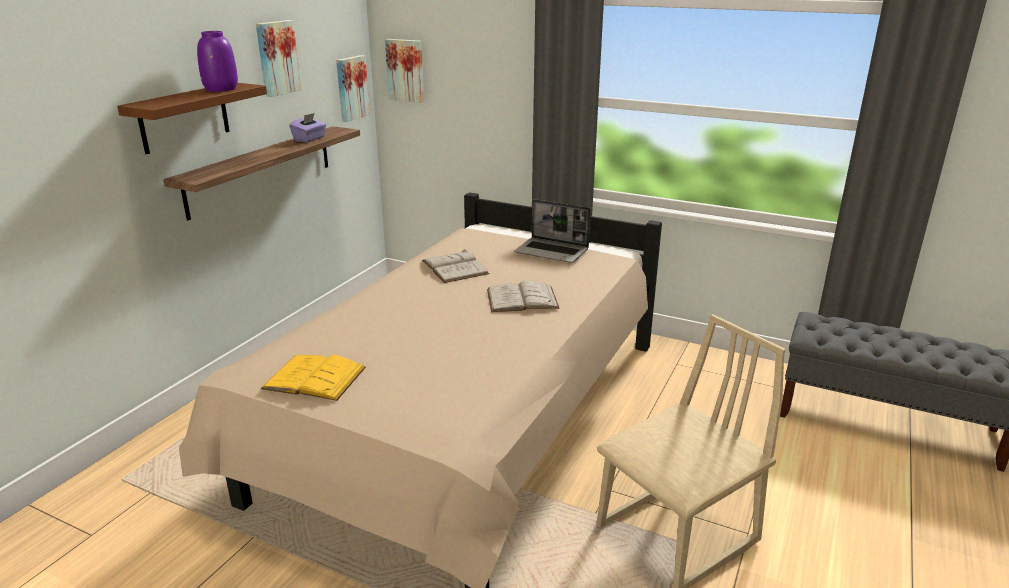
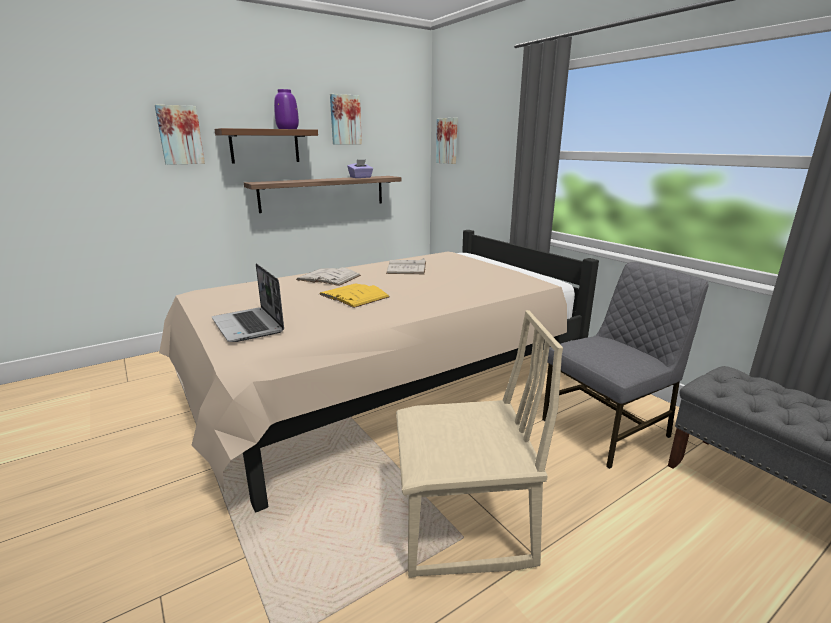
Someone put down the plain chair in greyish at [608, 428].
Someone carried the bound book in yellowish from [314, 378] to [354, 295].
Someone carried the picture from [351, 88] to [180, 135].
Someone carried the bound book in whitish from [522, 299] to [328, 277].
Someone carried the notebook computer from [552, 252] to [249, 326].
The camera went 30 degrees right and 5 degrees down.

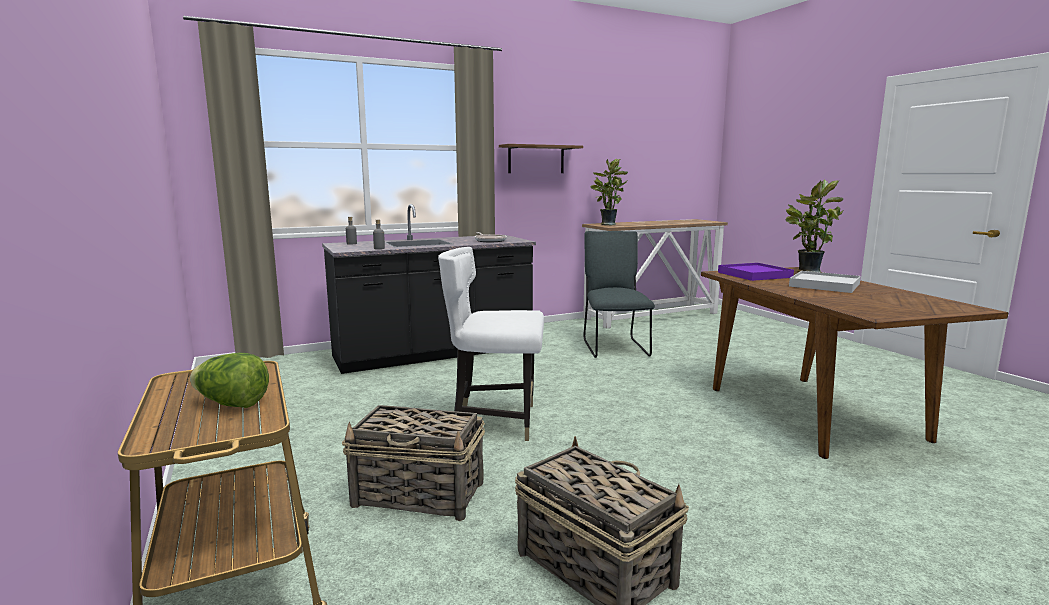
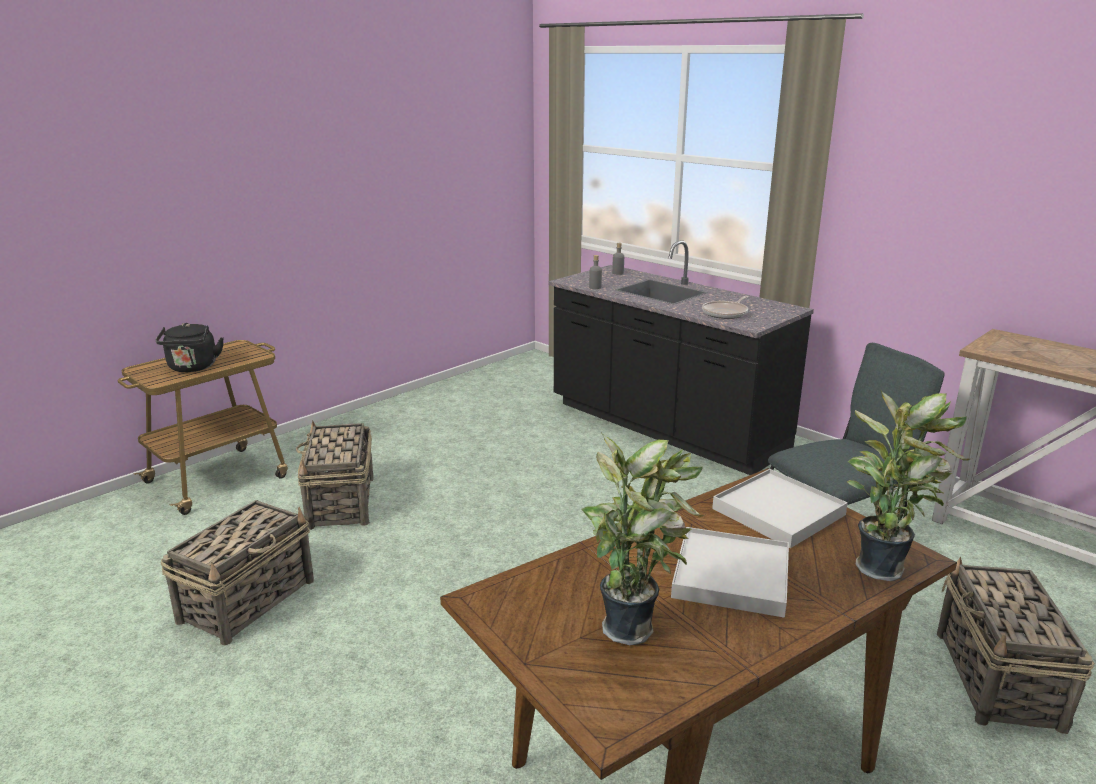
Someone took away the plain chair in whitish at [495, 421].
Someone took away the wall shelf in brown-coloured at [536, 159].
Someone put down the household basket at [998, 680].
Someone carried the plant in a pot from [607, 224] to [633, 627].
Someone swapped the lettuce at [231, 404] for the water kettle in black-coloured at [192, 368].
Someone repainted the carrying tray in purplish at [754, 275], which became the carrying tray in whitish at [778, 512].
The camera went 70 degrees right and 10 degrees up.

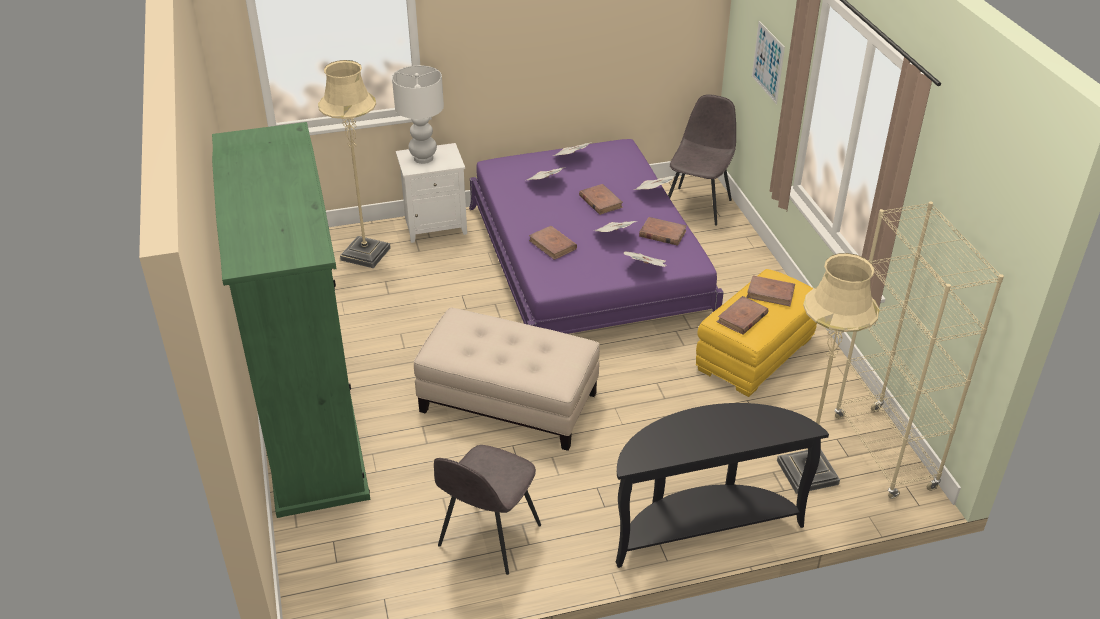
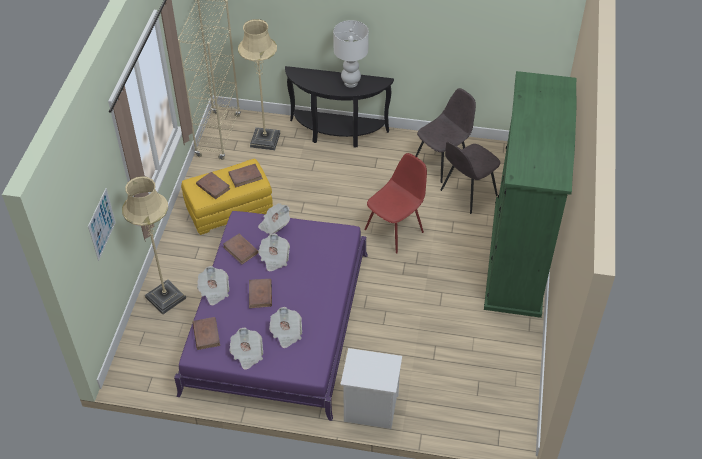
Someone carried the floor lamp in beige from [365, 254] to [165, 298].
Someone carried the lamp for a table in whitish from [423, 158] to [351, 82].
Someone carried the bound book in brown-coloured from [553, 245] to [206, 334].
Someone carried the plain chair in greyish from [698, 205] to [467, 193].
Someone swapped the pouffe in beige at [508, 403] for the plain chair in red-coloured at [395, 230].
The camera went 155 degrees left and 10 degrees up.

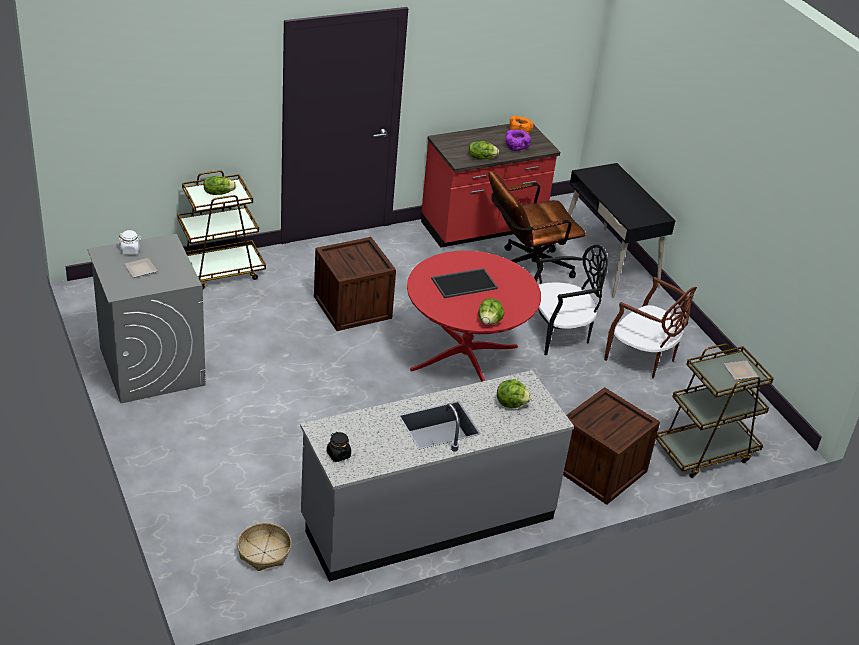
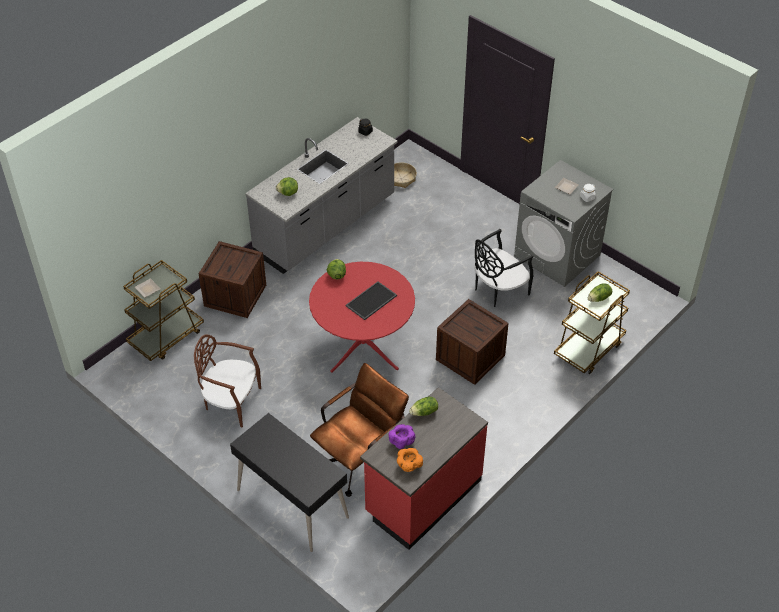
Someone carried the plain chair in black-coloured from [560, 333] to [498, 290].
The camera went 160 degrees right and 10 degrees up.

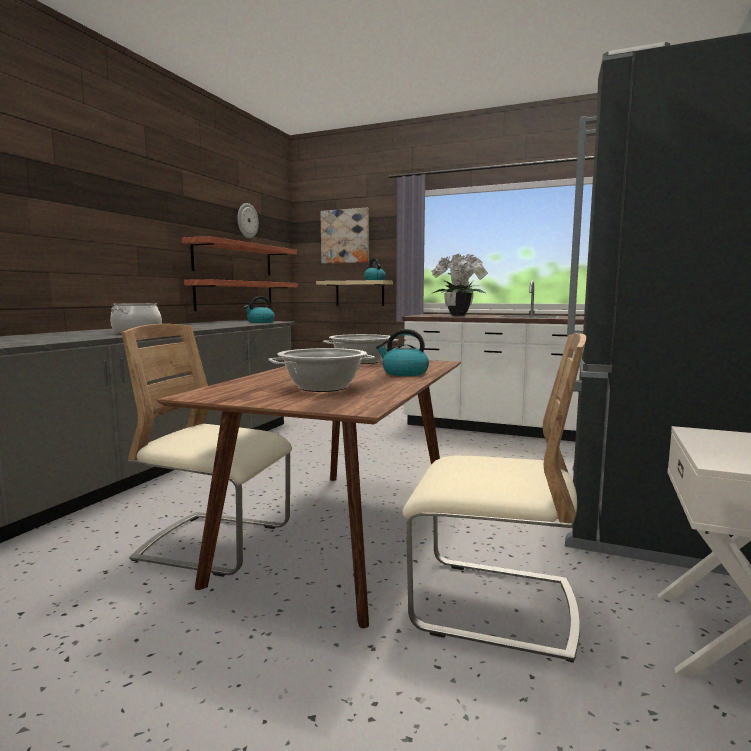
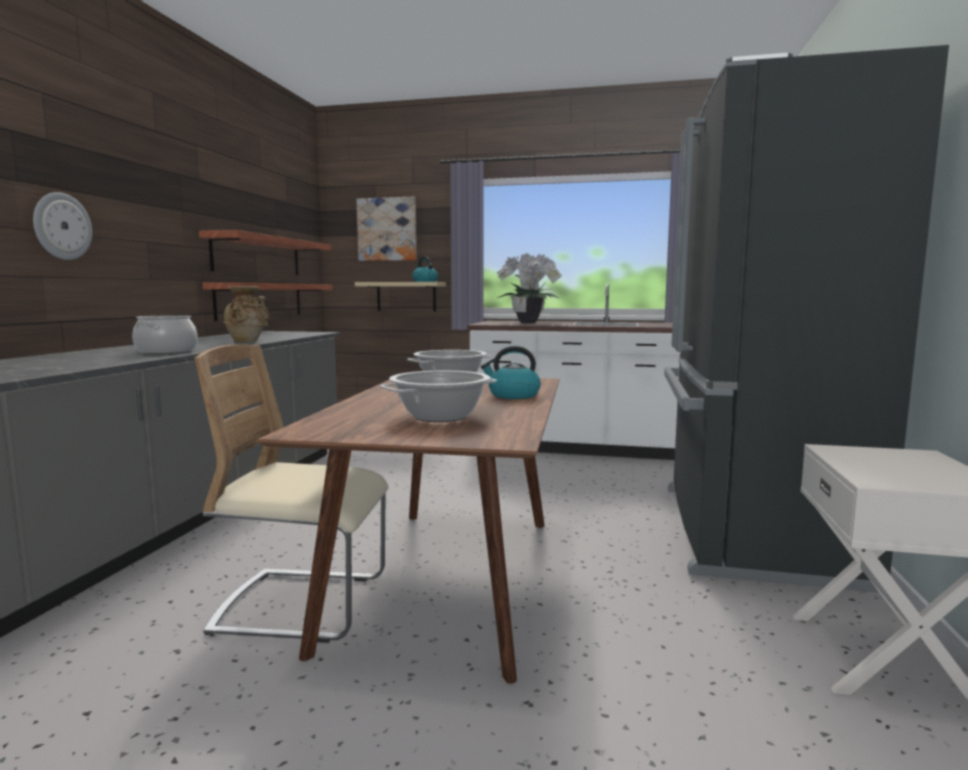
Someone took away the water kettle at [260, 322].
Someone took away the plain chair in beige at [493, 605].
Someone put down the flower vase in beige at [247, 341].
Someone carried the clock on the wall from [247, 220] to [61, 226].
The camera went 10 degrees left and 0 degrees up.

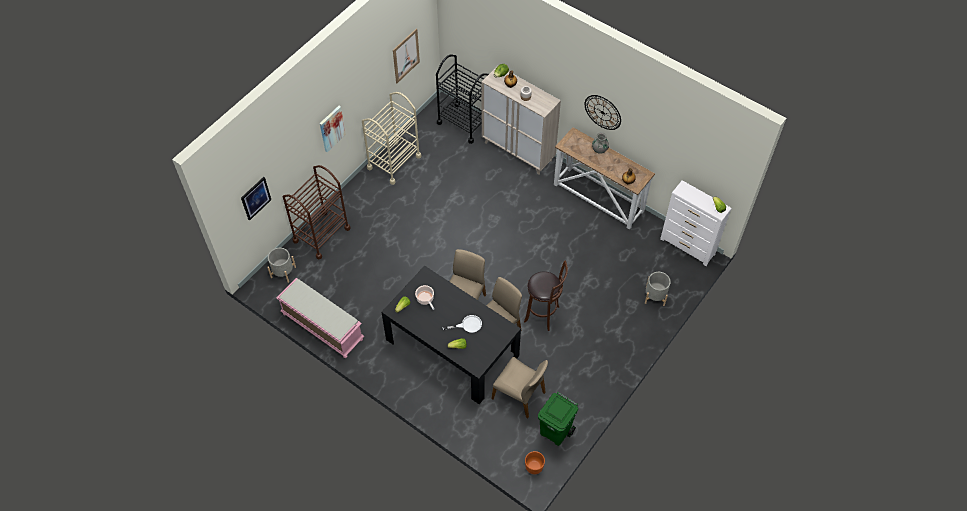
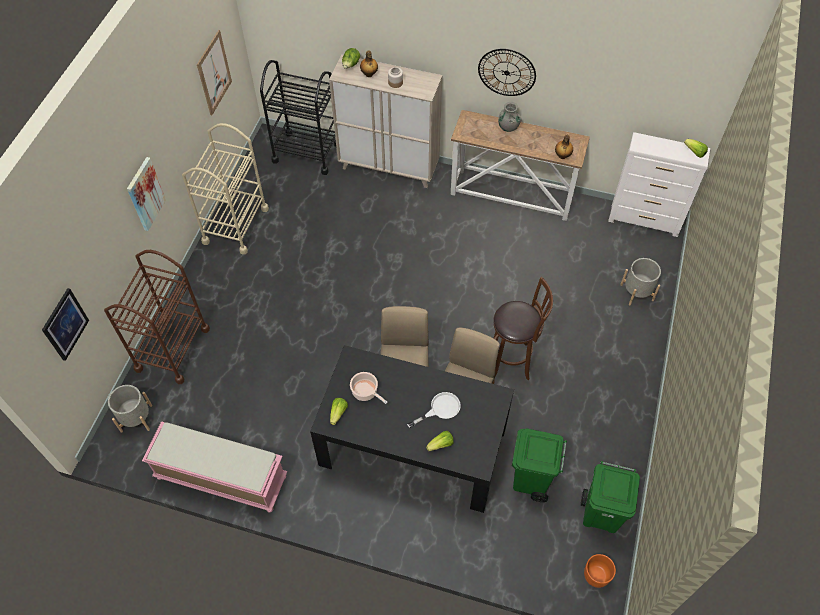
Someone swapped the plain chair in beige at [519, 395] for the rubbish bin in green at [531, 480].
The camera went 20 degrees left and 0 degrees up.

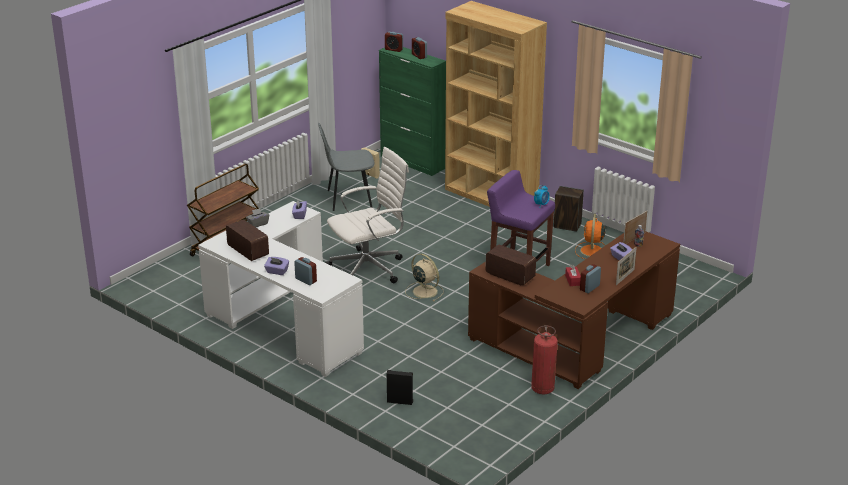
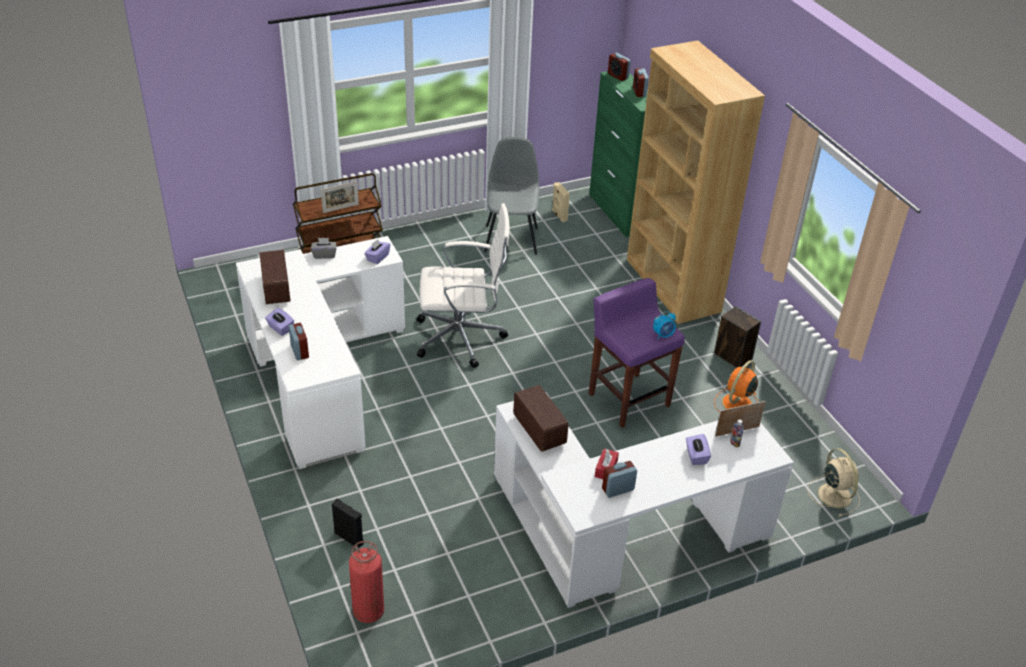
Someone carried the electric fan in beige from [424, 291] to [833, 494].
Someone carried the fire extinguisher from [542, 389] to [368, 611].
Someone carried the photo frame from [625, 277] to [340, 208].
Someone repainted the desk in brown-coloured at [579, 342], which became the desk in whitish at [622, 535].
Someone rotated the plain chair in greyish at [348, 199] by 75 degrees clockwise.
The camera went 25 degrees right and 10 degrees up.

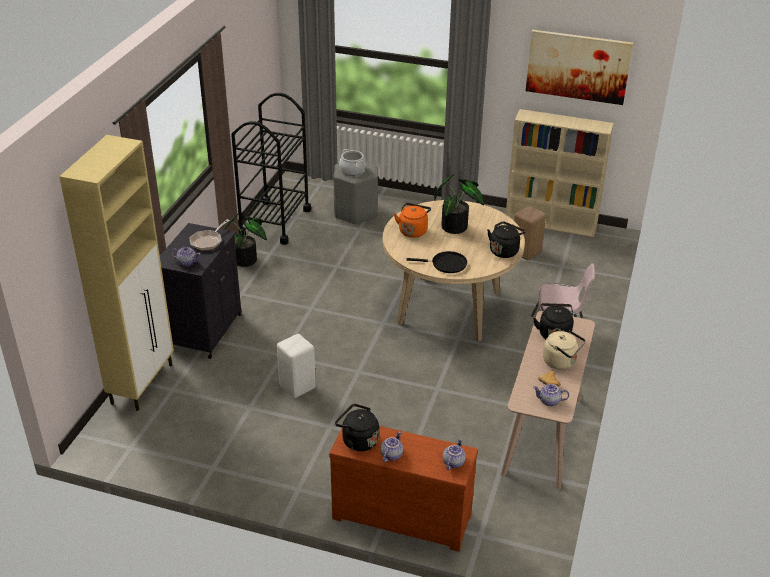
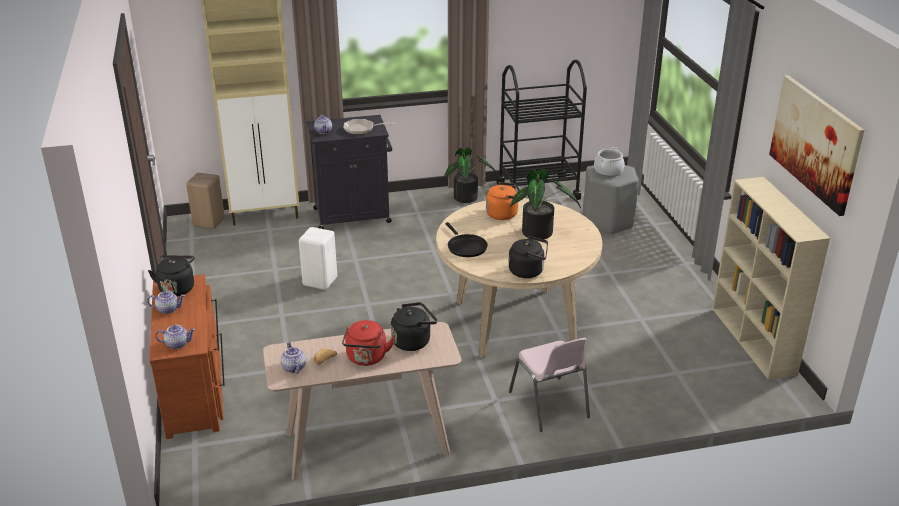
Someone carried the stool seat in beige from [527, 252] to [209, 223].
Someone repainted the water kettle in beige at [561, 362], which became the water kettle in red-coloured at [366, 358].
The camera went 60 degrees right and 5 degrees down.

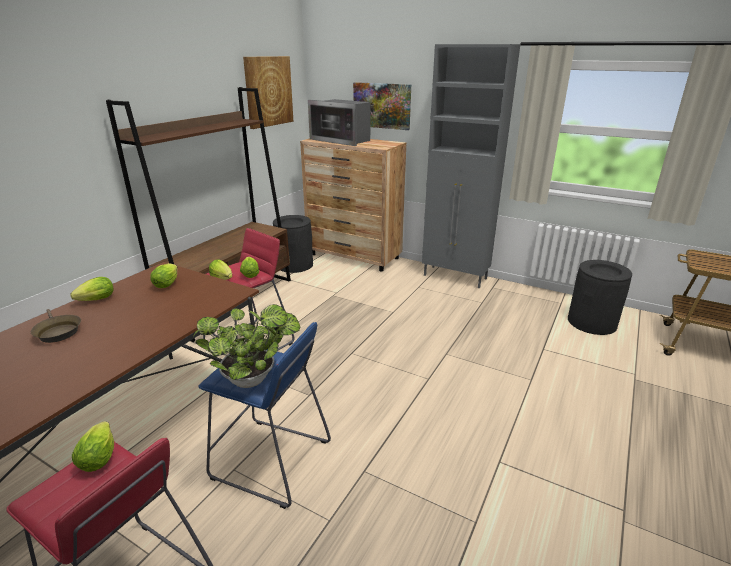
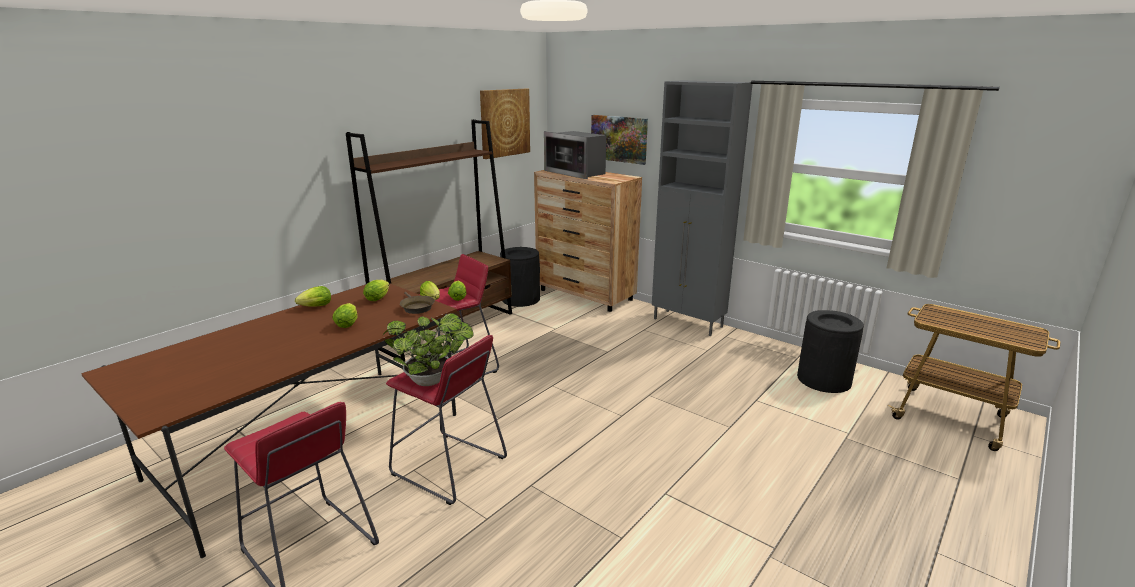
Someone carried the frying pan in brown-coloured from [57, 332] to [416, 307].
Someone carried the lettuce from [100, 456] to [348, 323].
Someone repainted the stool seat in blue at [271, 460], which became the stool seat in red-coloured at [449, 467].
The camera went 10 degrees right and 5 degrees down.

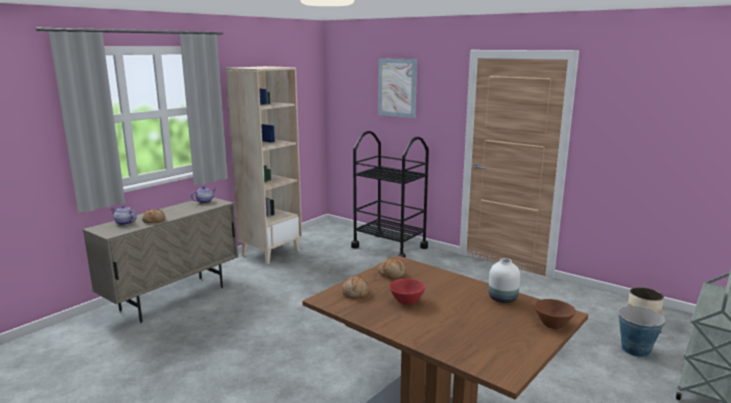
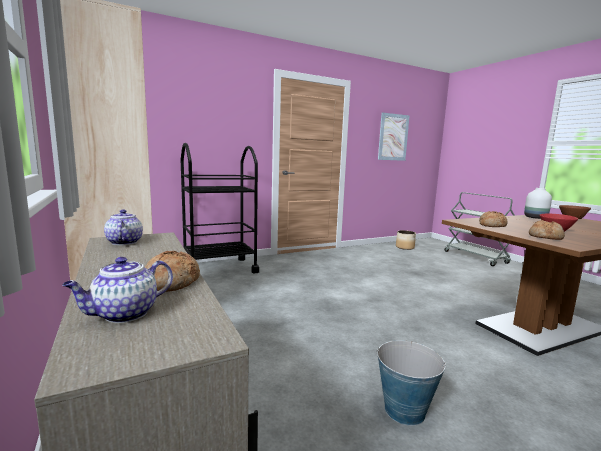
Someone carried the picture from [397, 88] to [393, 137].
Someone carried the water bucket from [635, 350] to [404, 410].
The camera went 65 degrees left and 5 degrees down.

